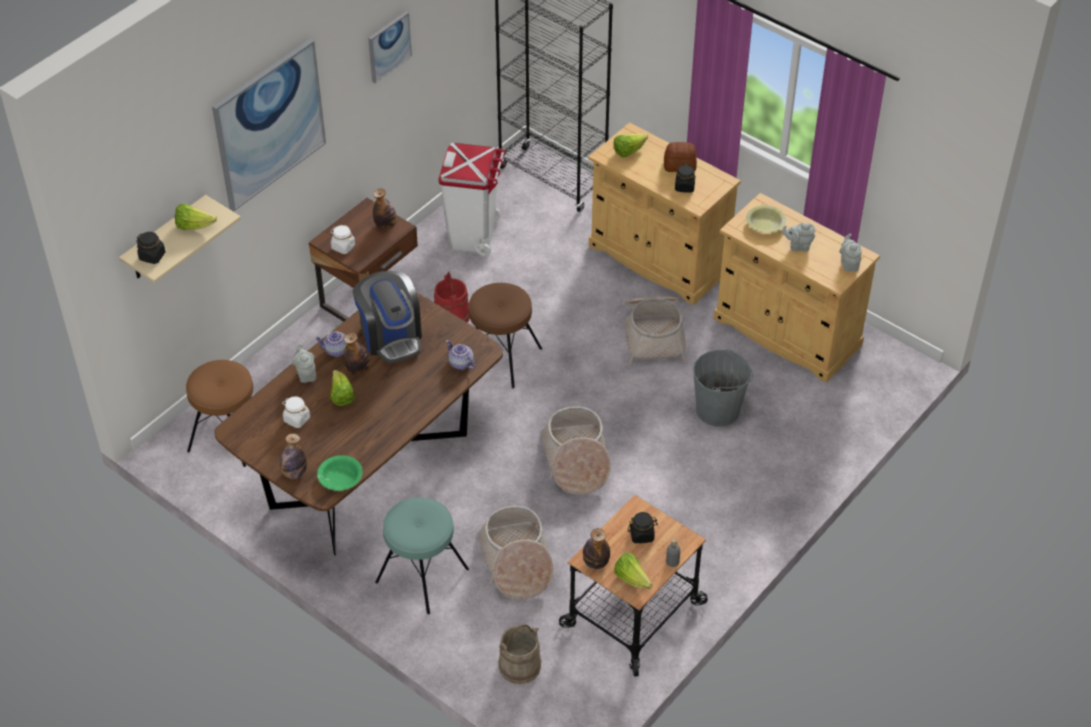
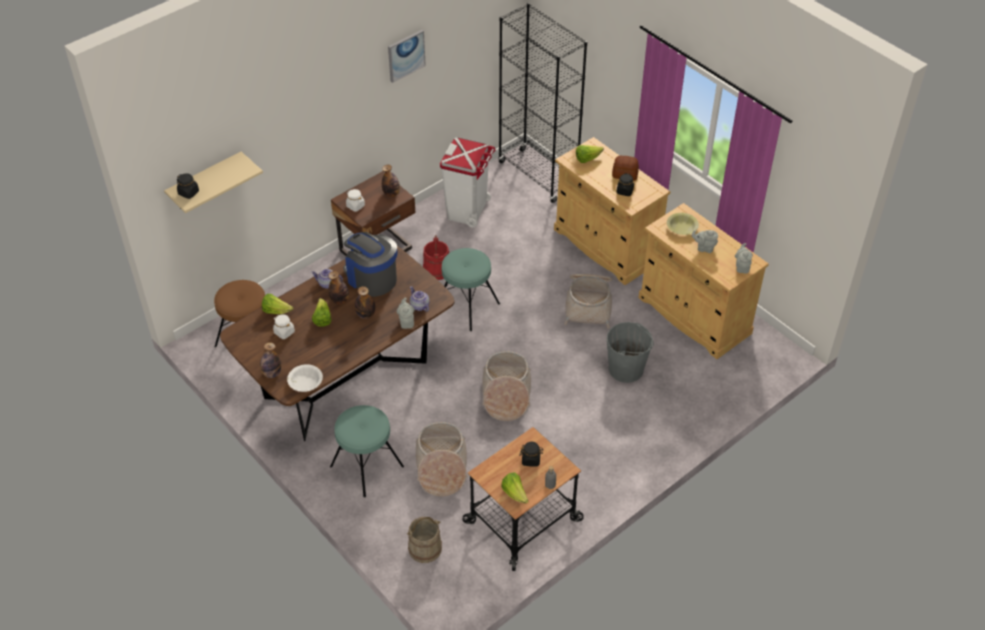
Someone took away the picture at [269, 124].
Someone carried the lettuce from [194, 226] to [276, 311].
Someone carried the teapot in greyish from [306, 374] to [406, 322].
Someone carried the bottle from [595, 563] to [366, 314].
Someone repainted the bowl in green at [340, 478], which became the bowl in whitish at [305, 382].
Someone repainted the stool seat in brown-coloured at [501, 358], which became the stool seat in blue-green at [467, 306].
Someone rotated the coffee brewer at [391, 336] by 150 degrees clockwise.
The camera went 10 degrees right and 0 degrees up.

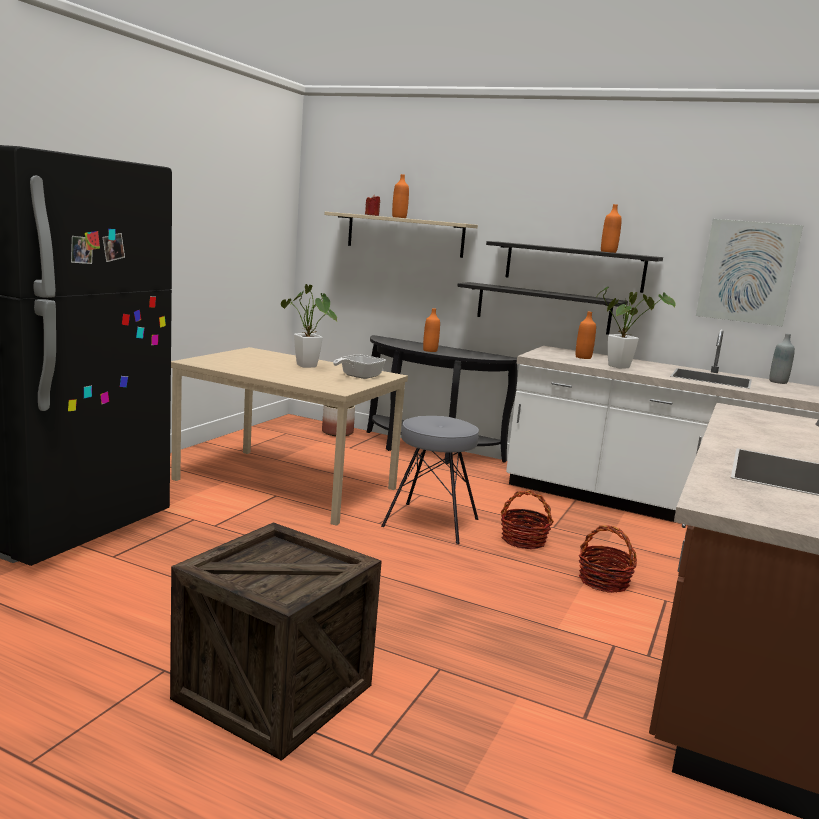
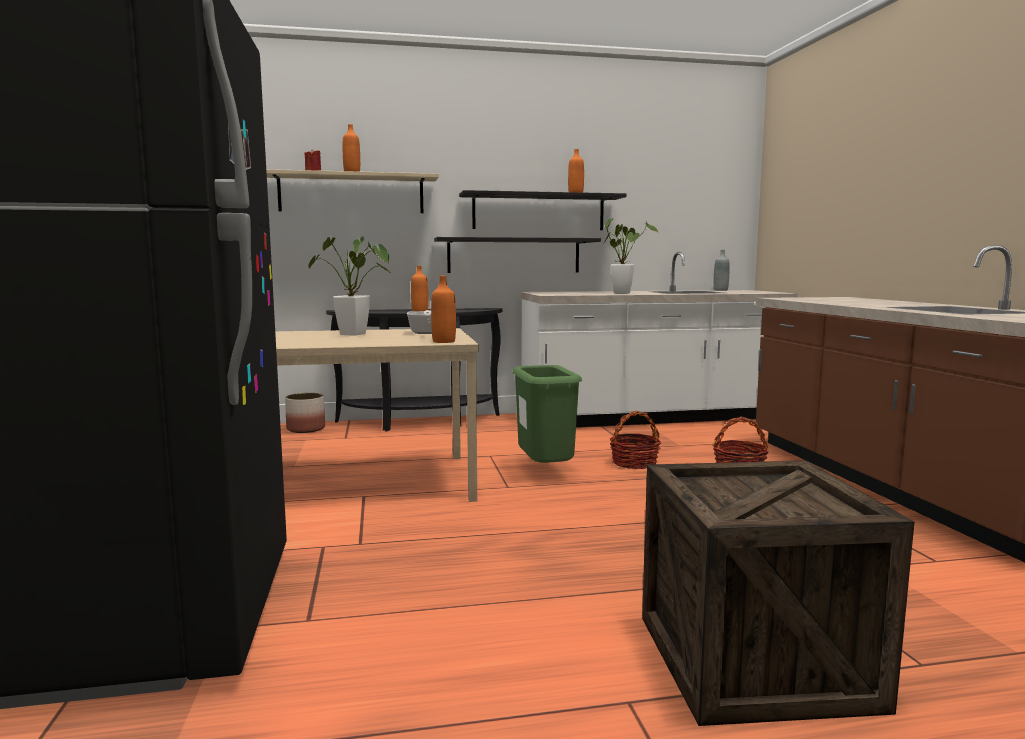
Someone took away the picture at [747, 272].
Someone carried the bottle in orangey from [583, 357] to [444, 341].
Someone swapped the stool seat in greyish at [431, 523] for the rubbish bin in green at [546, 473].
The camera went 35 degrees left and 5 degrees down.

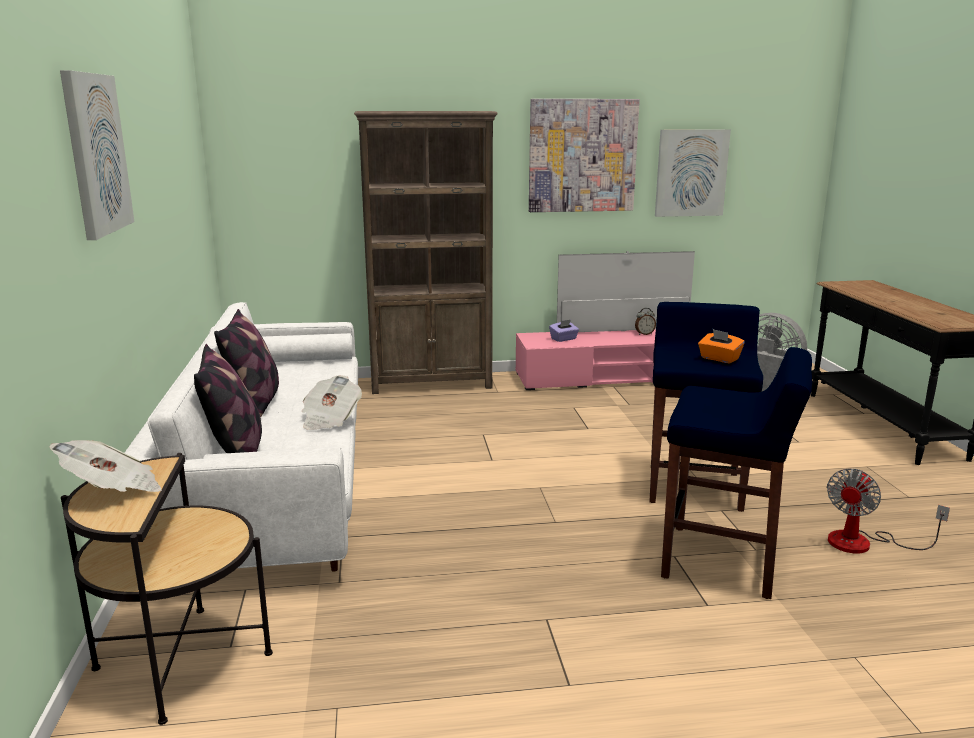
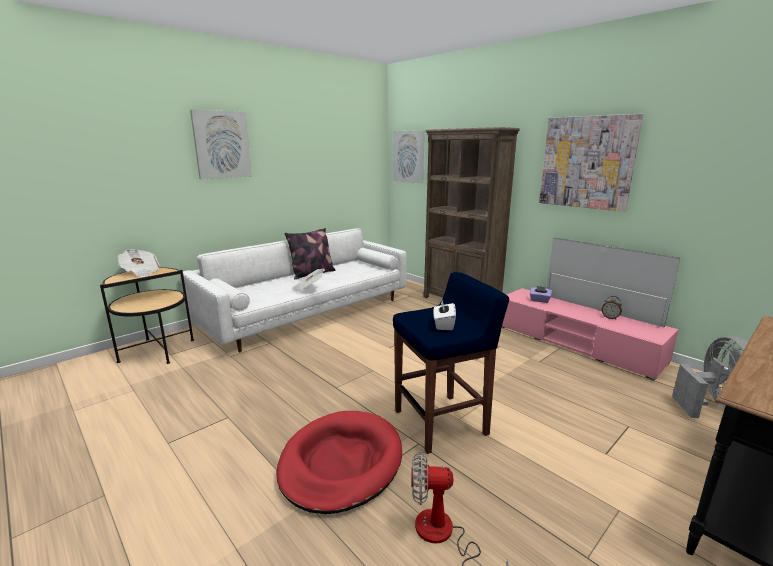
Someone took away the cushion at [236, 452].
Someone carried the picture from [691, 173] to [408, 156].
Someone swapped the stool seat in blue at [722, 561] for the dog bed in red-coloured at [341, 463].
Someone repainted the tissue box in orangey at [719, 359], which became the tissue box in whitish at [443, 325].
The camera went 55 degrees right and 0 degrees up.

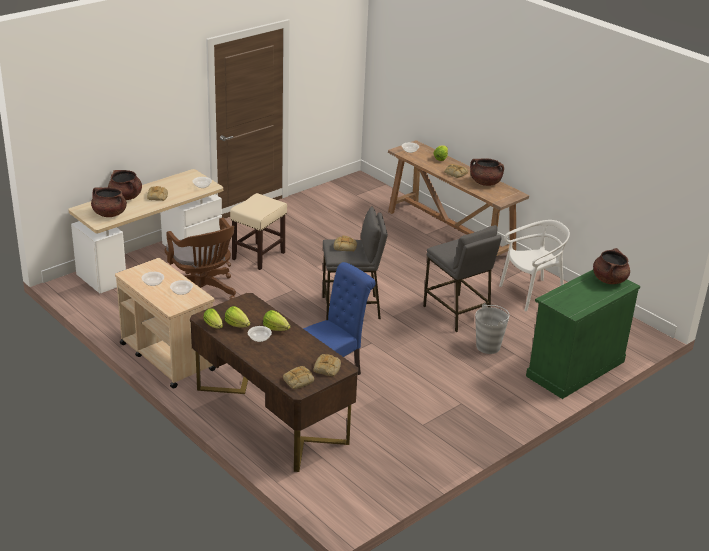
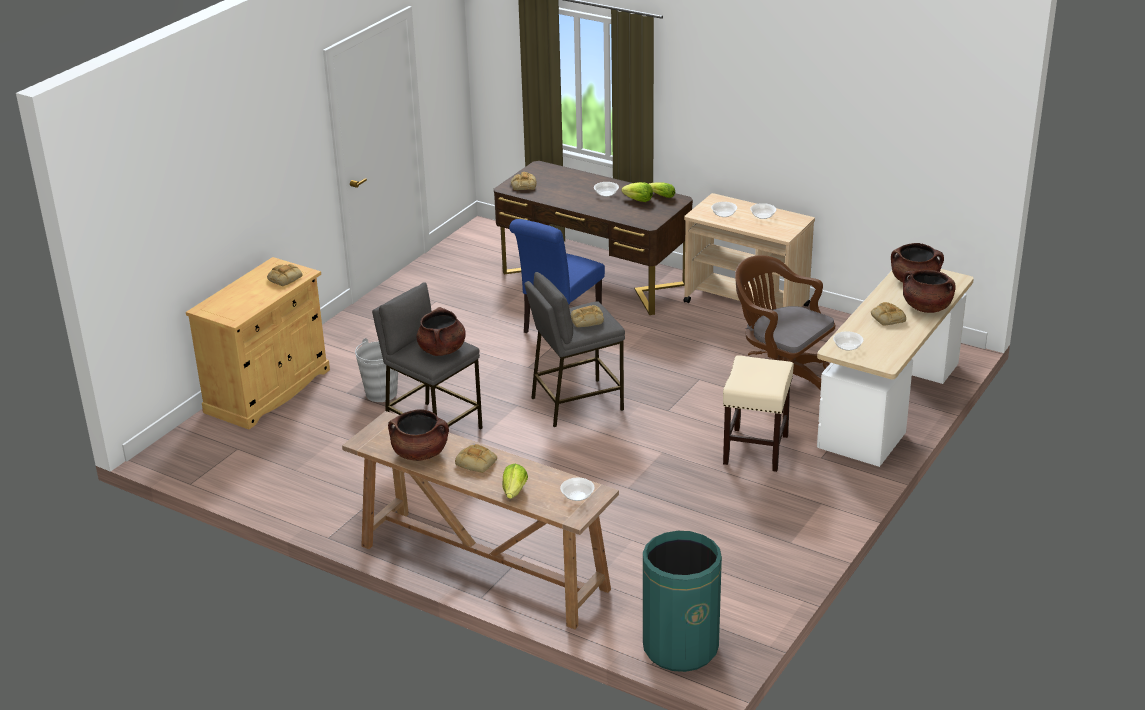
Someone took away the lettuce at [275, 328].
Someone took away the plain chair in whitish at [531, 294].
Someone put down the rubbish bin in green at [680, 647].
Someone carried the bakery bread from [298, 381] to [285, 278].
Someone carried the saucepot in brown-coloured from [609, 279] to [442, 350].
Someone repainted the storage cabinet in green at [575, 368], which became the storage cabinet in beige at [268, 391].
The camera went 165 degrees right and 0 degrees up.

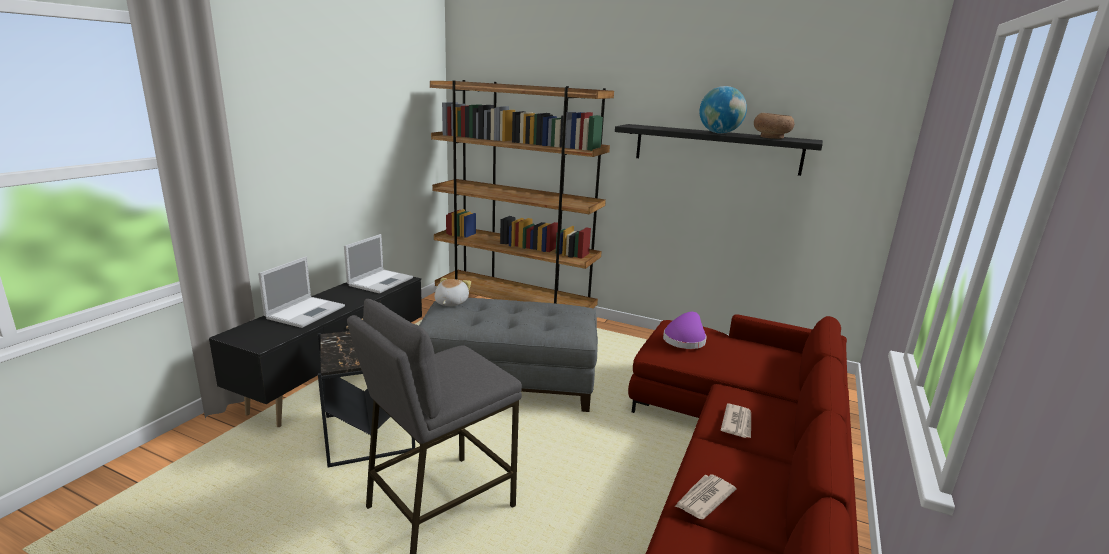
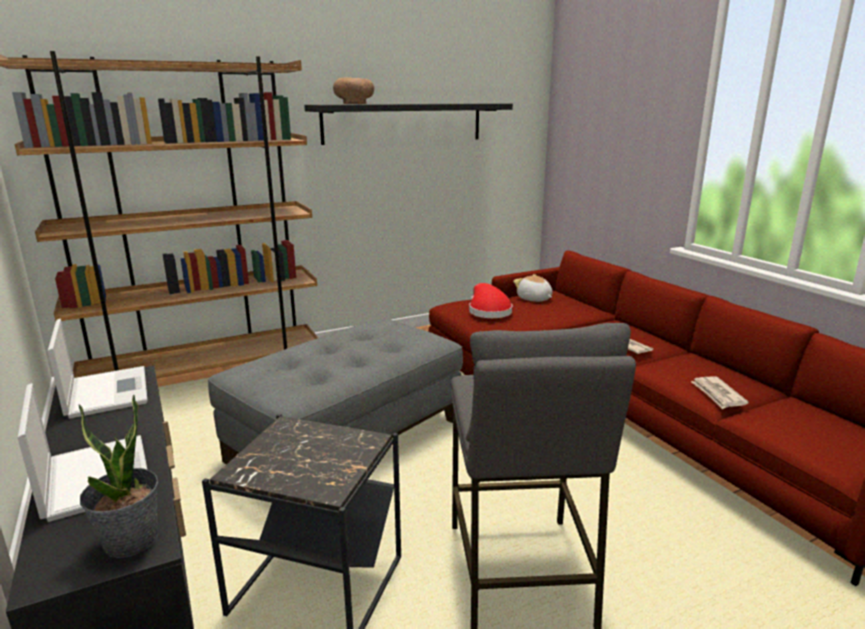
Someone took away the globe at [719, 133].
Someone put down the plant in a pot at [131, 541].
Someone carried the soft toy from [450, 302] to [534, 299].
Someone carried the bowl in brown-coloured from [771, 137] to [354, 104].
Someone repainted the wearable hat in purplish at [685, 339], which became the wearable hat in red-coloured at [488, 311].
The camera went 50 degrees left and 0 degrees up.

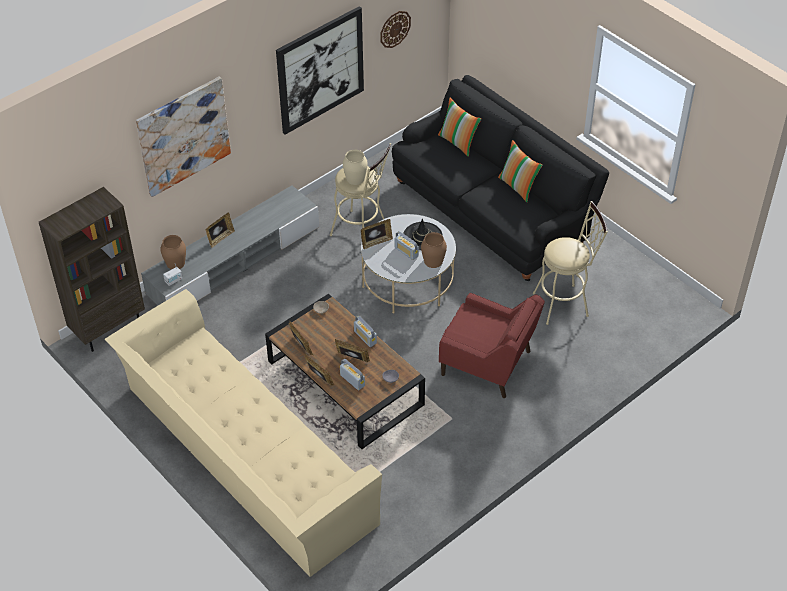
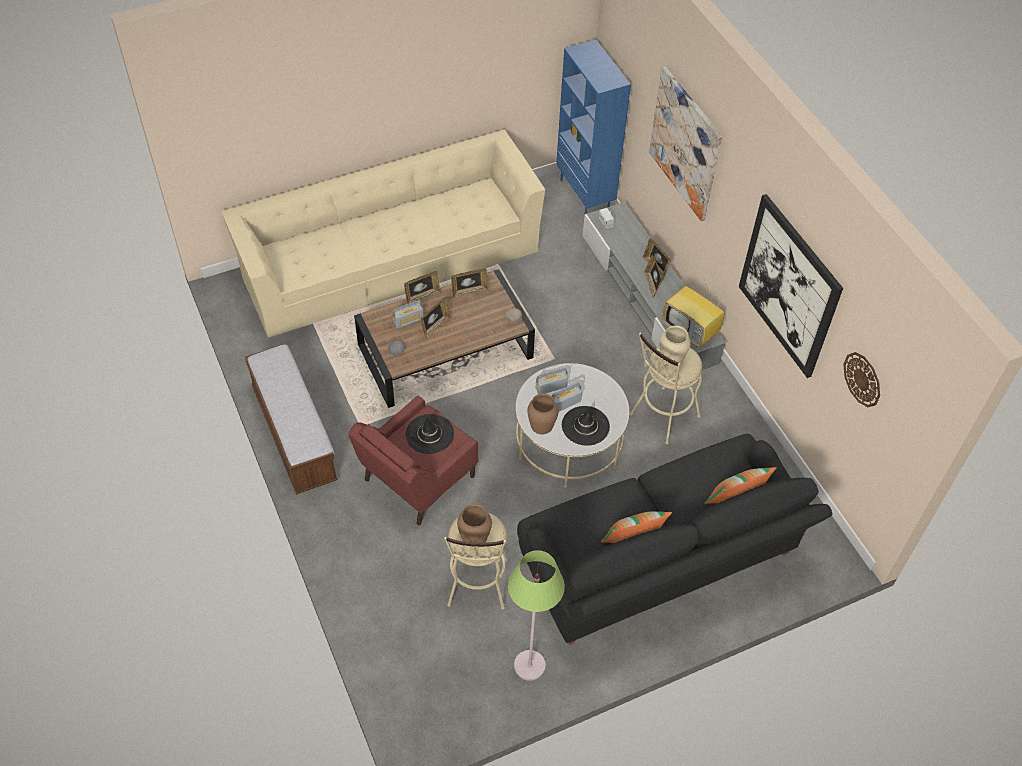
Someone put down the long seat at [294, 434].
Someone put down the wearable hat in black-coloured at [429, 434].
Someone put down the floor lamp in green at [529, 665].
Someone put down the TV at [691, 332].
Someone carried the flower vase in brown-coloured from [175, 263] to [474, 536].
Someone carried the radio receiver from [365, 337] to [551, 387].
Someone carried the photo frame from [376, 242] to [652, 285].
Someone repainted the bookcase in brown-coloured at [109, 328], which became the bookcase in blue at [585, 194].
The camera went 105 degrees right and 5 degrees up.

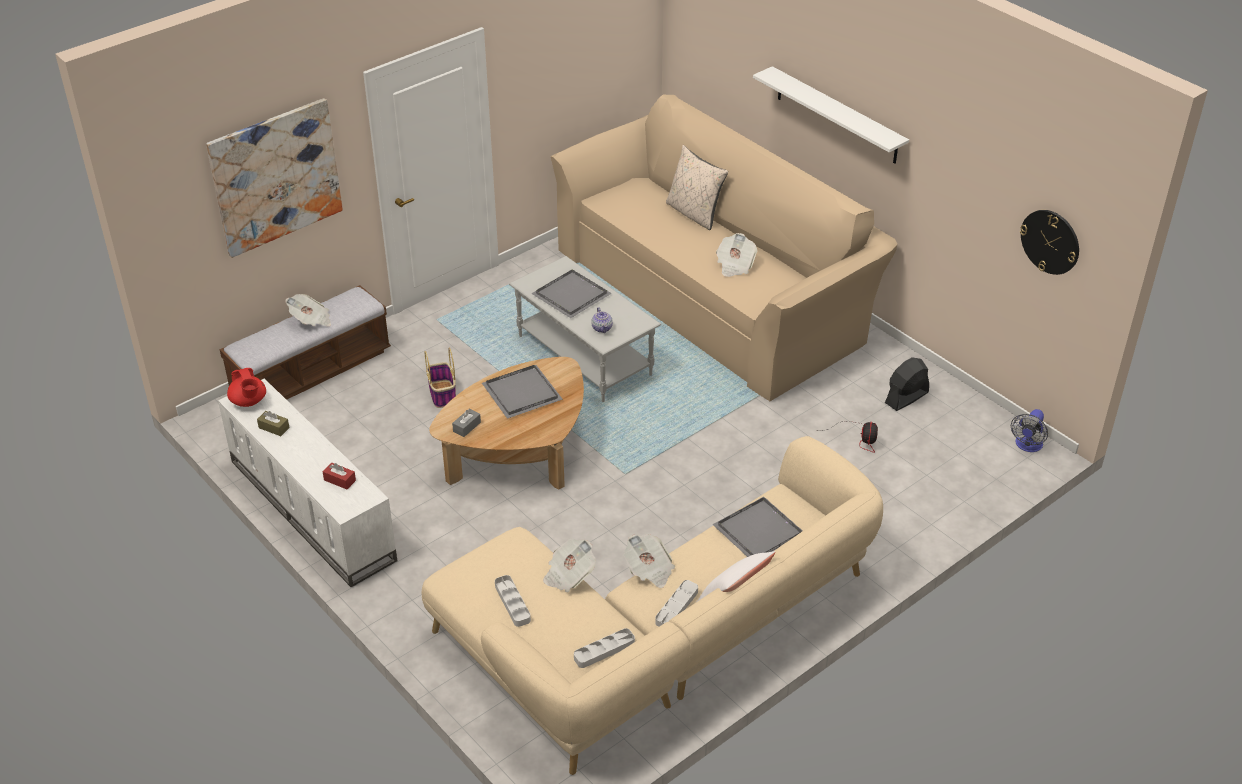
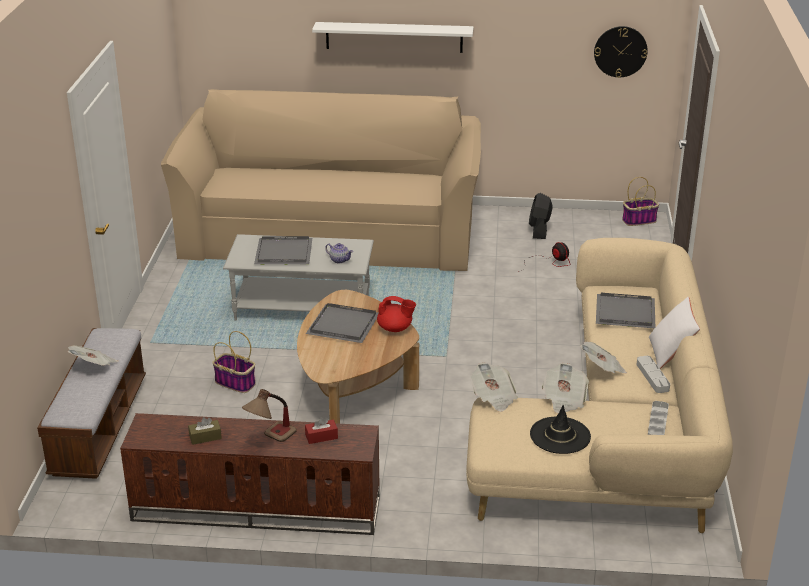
Someone took away the picture at [276, 177].
Someone took away the tissue box in greyish at [467, 427].
Someone took away the cushion in beige at [694, 213].
Someone put down the lamp for a table at [270, 440].
Someone carried the teapot in red-coloured from [249, 401] to [395, 328].
Someone carried the newspaper from [734, 265] to [493, 397].
Someone swapped the carrying tray in greyish at [512, 603] for the wearable hat in black-coloured at [560, 435].
Someone swapped the electric fan at [1027, 446] for the household basket at [639, 220].
Someone repainted the tv stand in whitish at [310, 509], which became the tv stand in brown-coloured at [254, 510].
The camera went 45 degrees left and 10 degrees down.

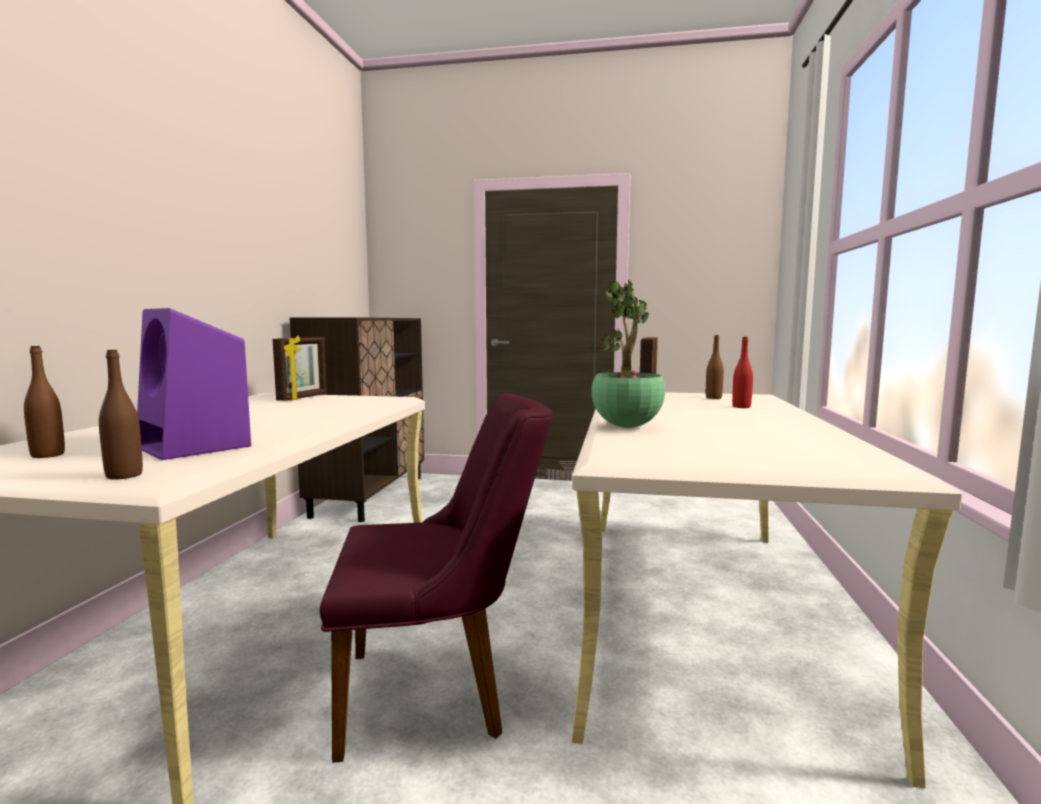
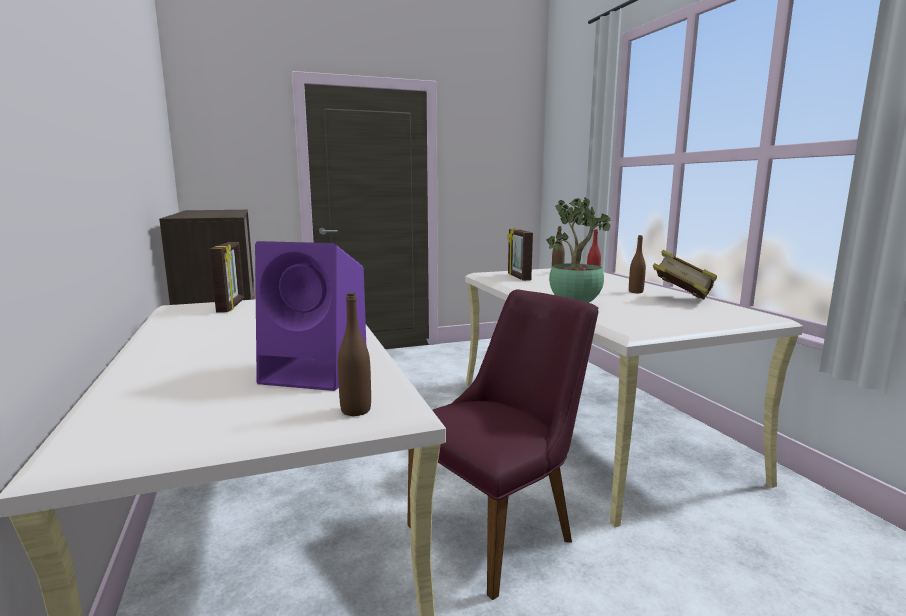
Someone put down the bound book at [681, 300].
Someone carried the bottle in brown-coloured from [48, 455] to [635, 292].
The camera went 30 degrees left and 5 degrees up.

